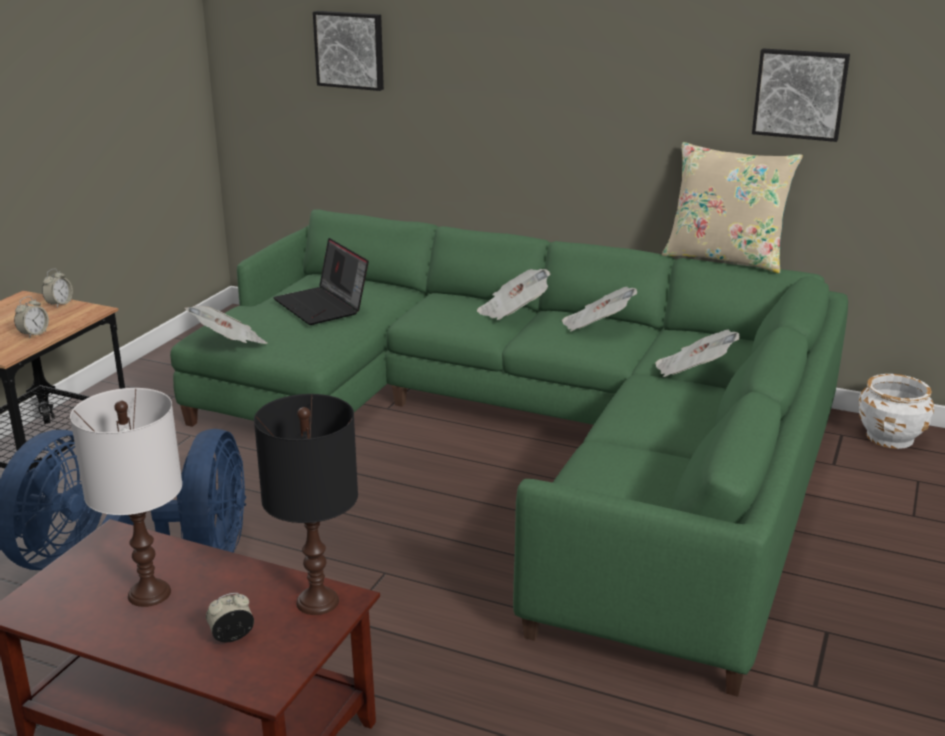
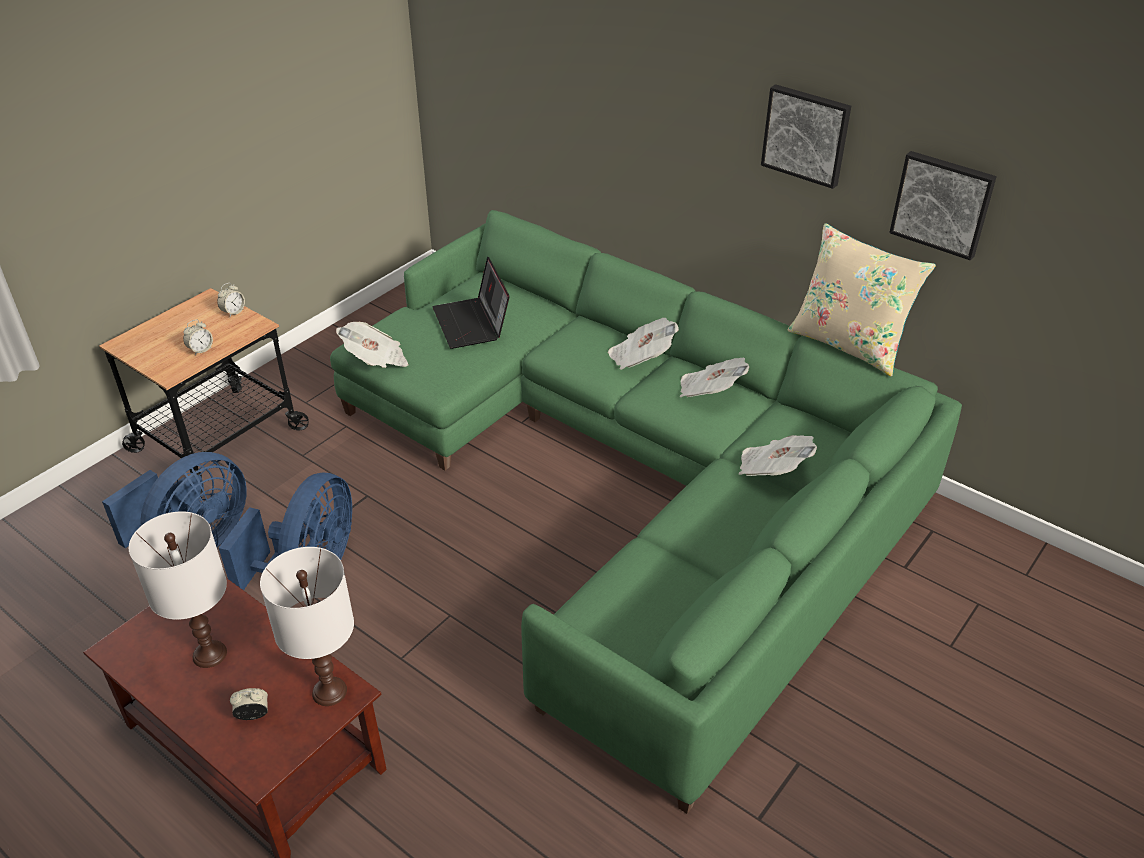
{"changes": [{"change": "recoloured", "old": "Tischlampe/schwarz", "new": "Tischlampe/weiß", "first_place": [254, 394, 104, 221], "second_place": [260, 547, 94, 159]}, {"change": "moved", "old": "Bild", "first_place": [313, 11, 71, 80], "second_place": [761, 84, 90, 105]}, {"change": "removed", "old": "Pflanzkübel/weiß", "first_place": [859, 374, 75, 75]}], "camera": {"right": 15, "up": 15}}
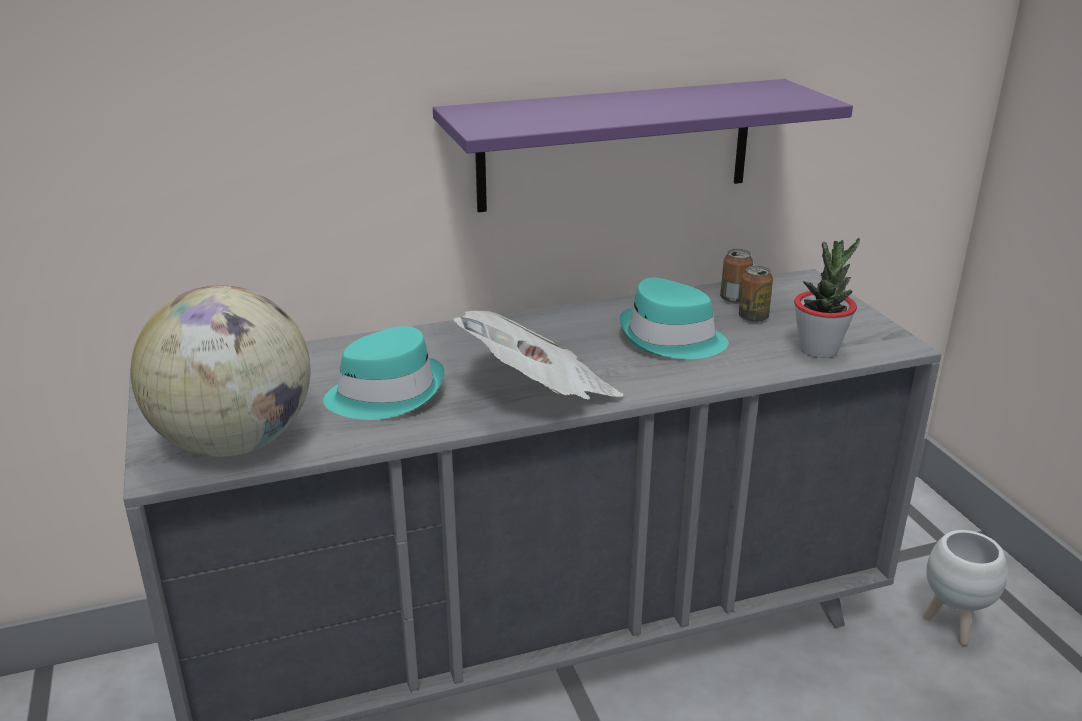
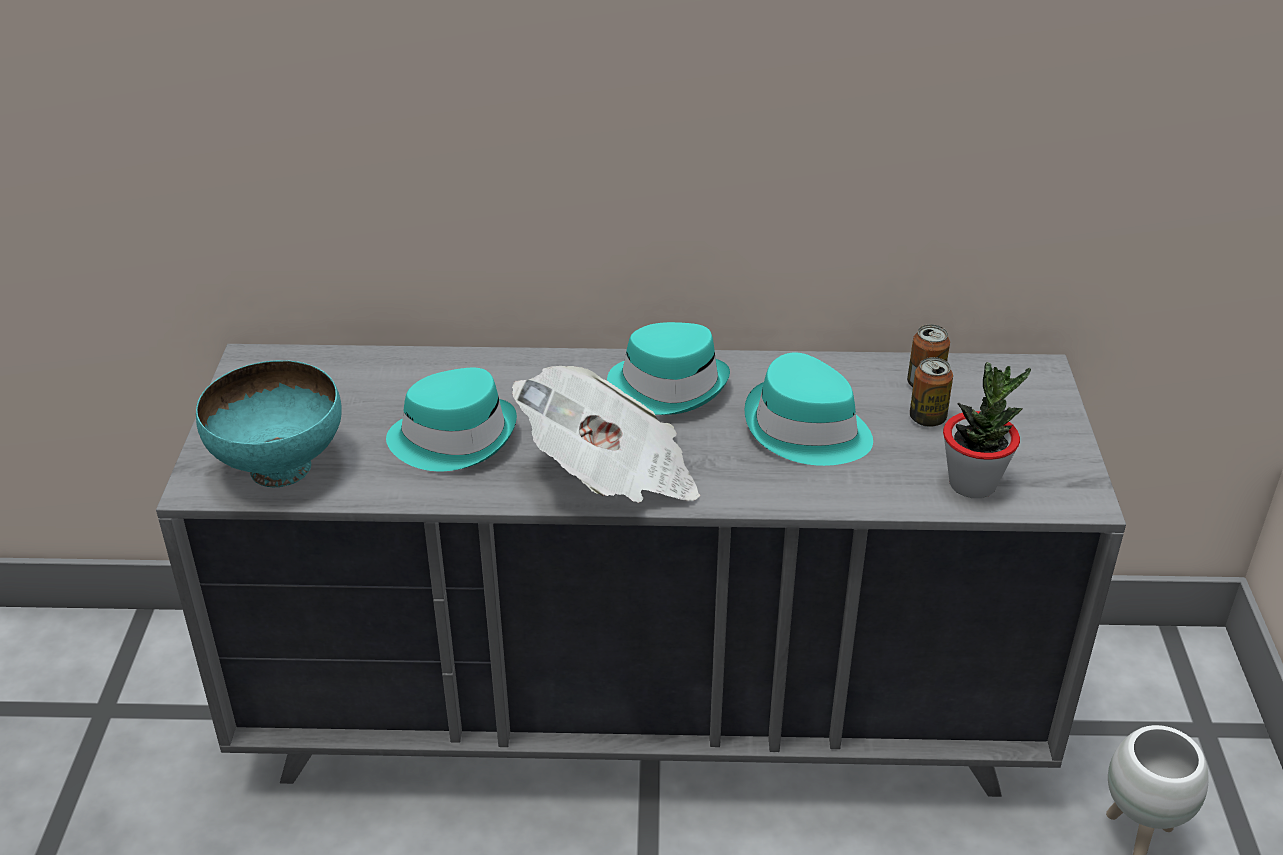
{"changes": [{"change": "replaced", "old": "Globus", "new": "Schüssel/türkis", "first_place": [131, 285, 179, 172], "second_place": [196, 360, 146, 127]}, {"change": "added", "new": "Hut/türkis", "second_place": [607, 322, 123, 93]}, {"change": "removed", "old": "Wandregal/lila", "first_place": [433, 79, 420, 133]}], "camera": {"right": 20, "up": 10}}
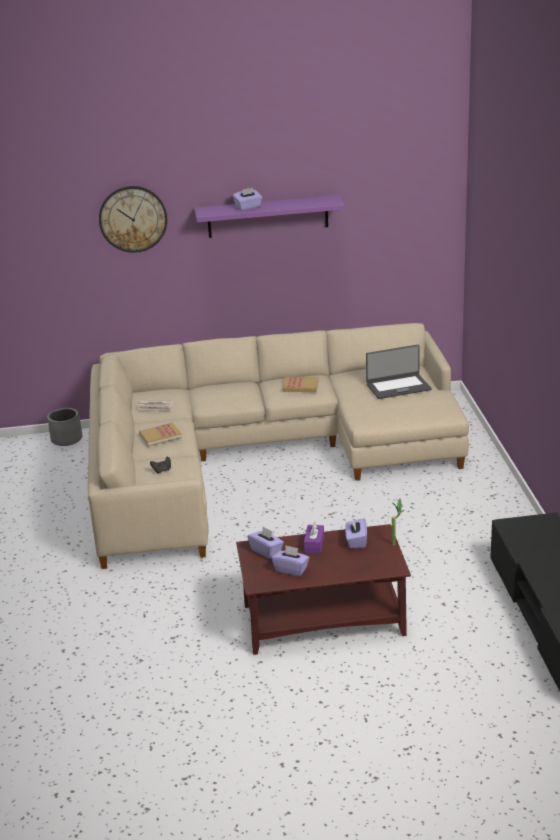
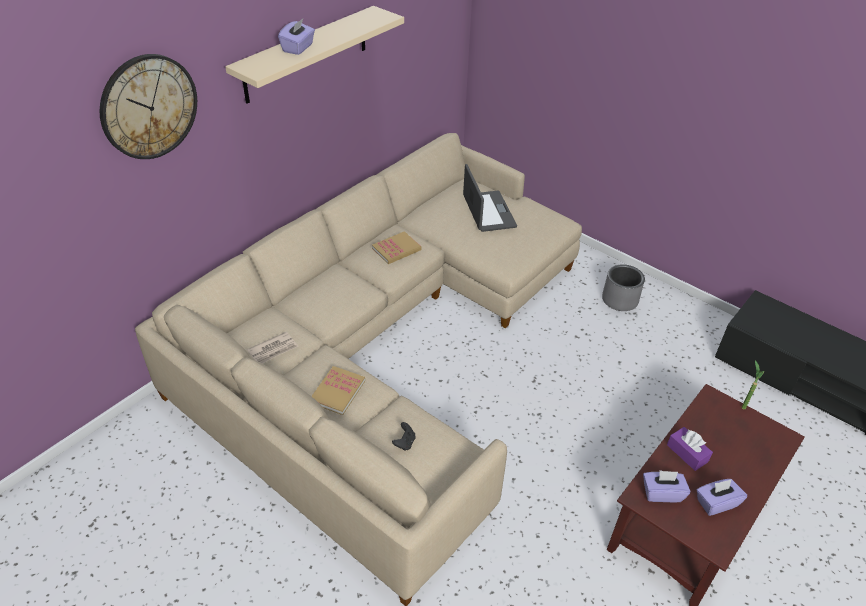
{"changes": [{"change": "recoloured", "old": "Wandregal/lila", "new": "Wandregal/beige", "first_place": [194, 195, 151, 43], "second_place": [225, 6, 179, 98]}, {"change": "turned", "old": "Laptop", "first_place": [366, 345, 65, 54], "second_place": [463, 164, 54, 68], "degrees": -45}, {"change": "moved", "old": "Pflanzkübel/grau", "first_place": [47, 408, 35, 38], "second_place": [602, 264, 43, 47]}, {"change": "removed", "old": "Taschentuchbox/lila", "first_place": [345, 518, 22, 31]}], "camera": {"right": -45, "up": 15}}
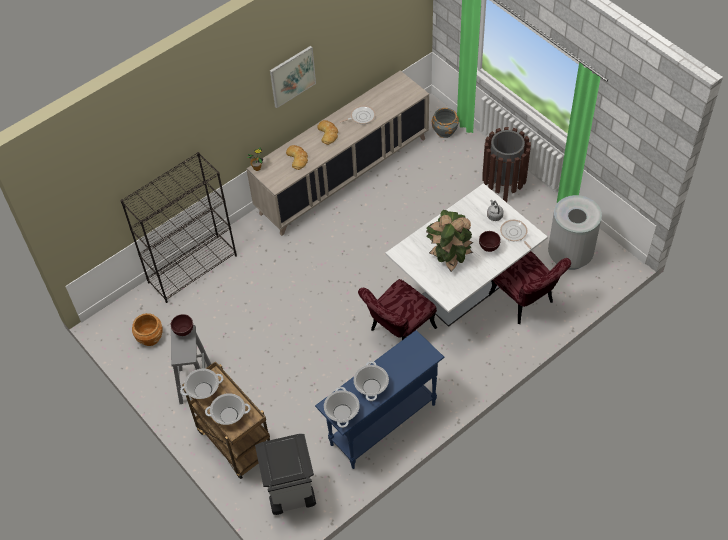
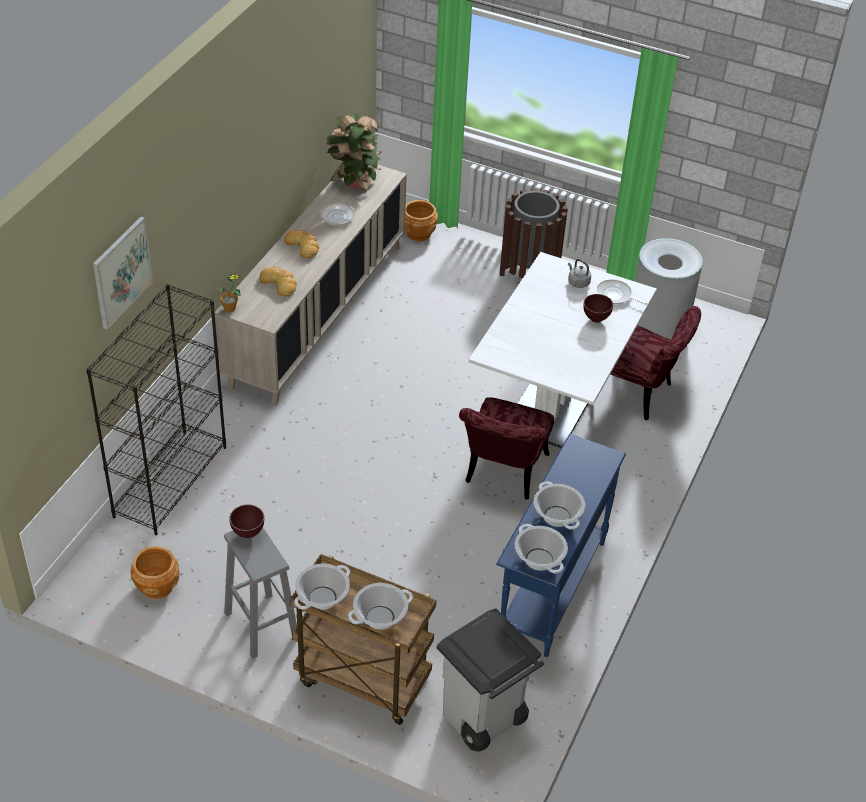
{"changes": [{"change": "moved", "old": "Bild", "first_place": [270, 46, 46, 62], "second_place": [93, 217, 60, 112]}, {"change": "moved", "old": "Topfpflanze", "first_place": [426, 210, 48, 62], "second_place": [326, 114, 55, 78]}, {"change": "recoloured", "old": "Pflanzkübel/grau", "new": "Pflanzkübel/braun", "first_place": [432, 108, 27, 30], "second_place": [405, 200, 33, 41]}], "camera": {"right": -30, "up": -10}}
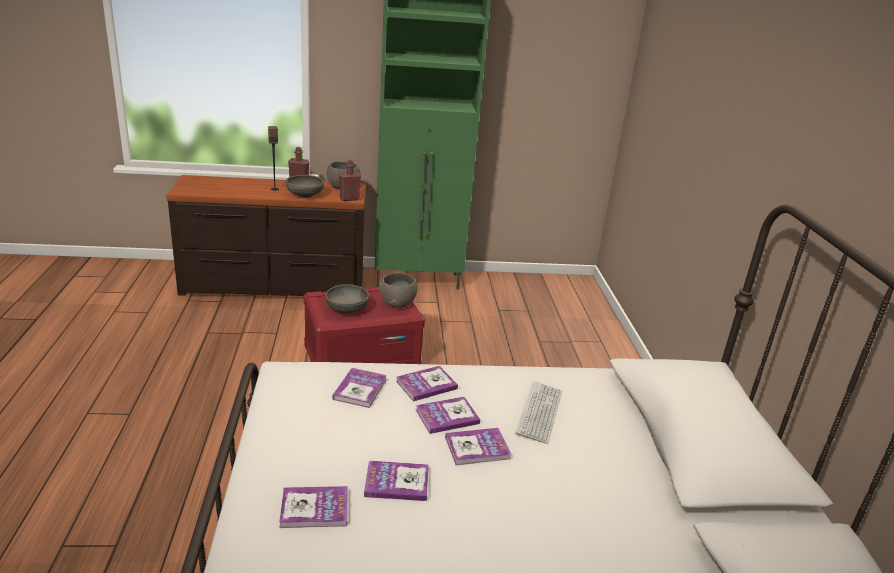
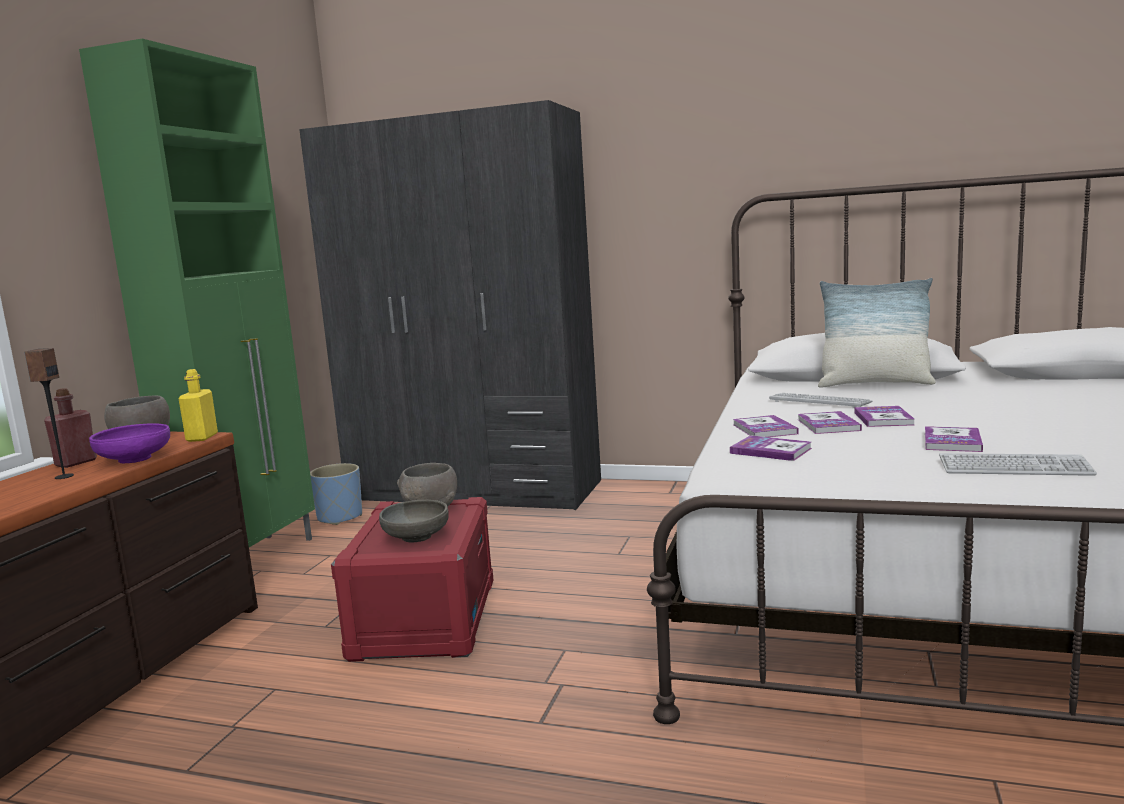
{"changes": [{"change": "recoloured", "old": "Schüssel/grau", "new": "Schüssel/lila", "first_place": [286, 175, 38, 23], "second_place": [89, 423, 81, 40]}, {"change": "recoloured", "old": "Flasche/rot", "new": "Flasche/gelb", "first_place": [339, 160, 22, 41], "second_place": [178, 369, 40, 73]}, {"change": "added", "new": "Kleiderschrank/grau", "second_place": [299, 100, 302, 410]}, {"change": "added", "new": "Pflanzkübel/blau", "second_place": [310, 463, 52, 62]}, {"change": "added", "new": "Kissen", "second_place": [818, 278, 118, 110]}, {"change": "replaced", "old": "Buch", "new": "Tastatur", "first_place": [279, 486, 69, 42], "second_place": [939, 453, 158, 23]}], "camera": {"right": -65, "up": -15}}
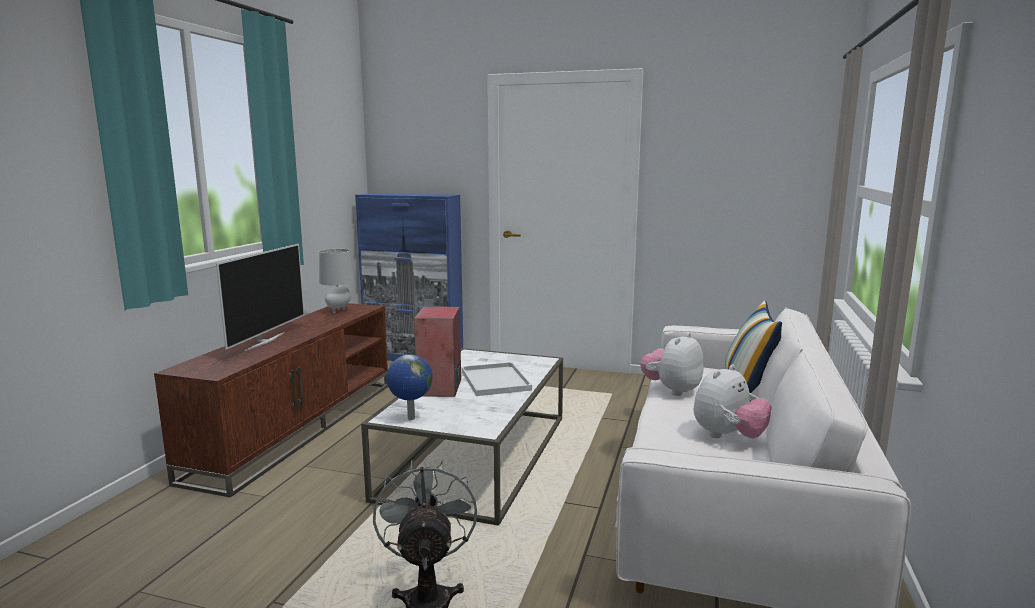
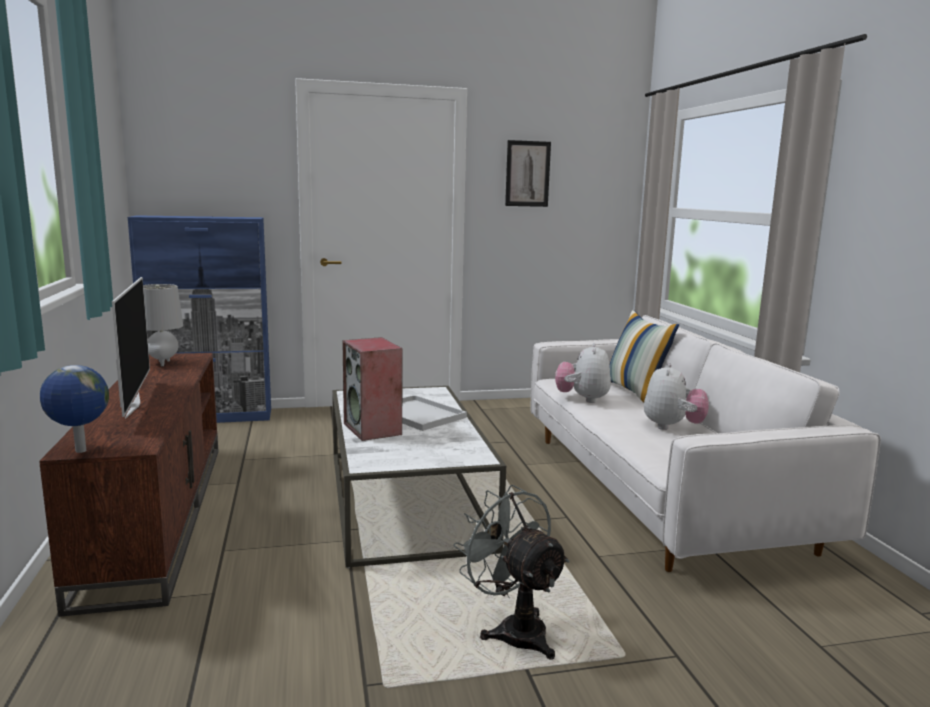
{"changes": [{"change": "moved", "old": "Globus", "first_place": [386, 355, 47, 65], "second_place": [40, 365, 69, 88]}, {"change": "added", "new": "Bild", "second_place": [505, 140, 46, 67]}], "camera": {"right": -30, "up": 0}}
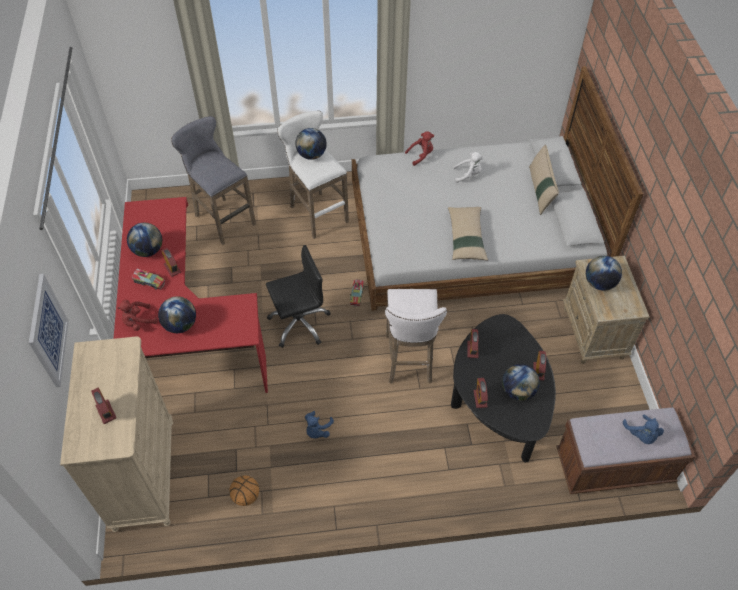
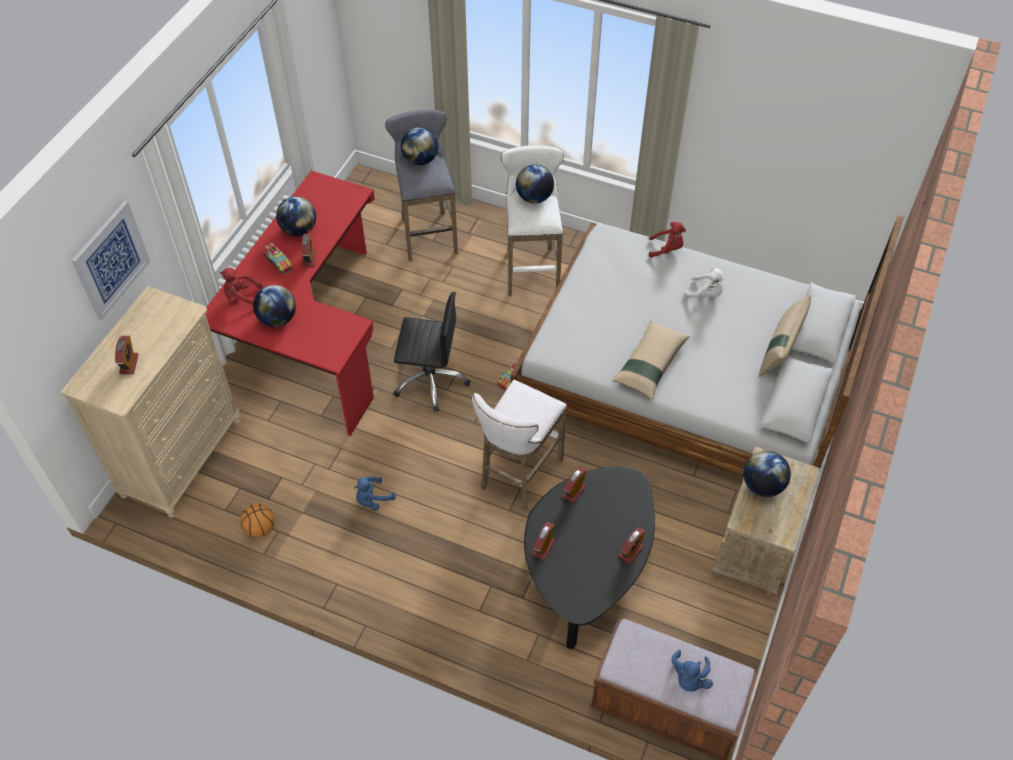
{"changes": [{"change": "moved", "old": "Globus", "first_place": [502, 364, 38, 37], "second_place": [401, 127, 37, 38]}], "camera": {"right": 30, "up": 0}}
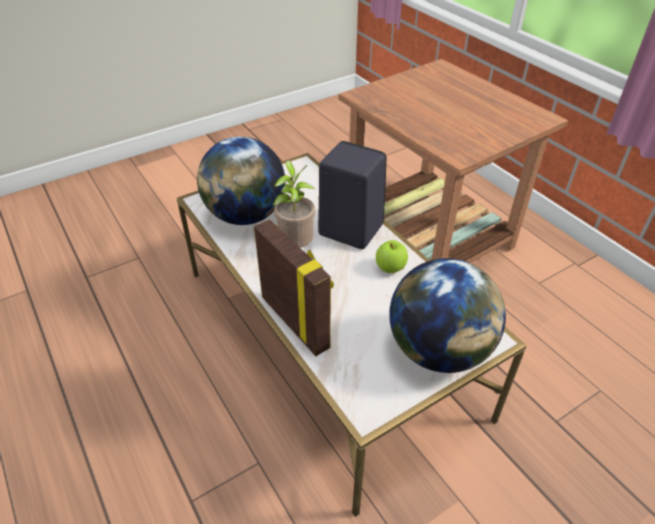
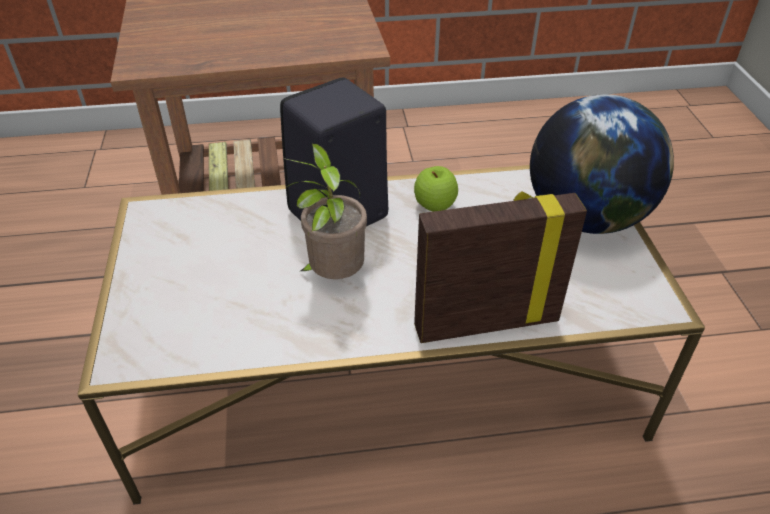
{"changes": [{"change": "removed", "old": "Globus", "first_place": [197, 136, 88, 89]}], "camera": {"right": -65, "up": 0}}
